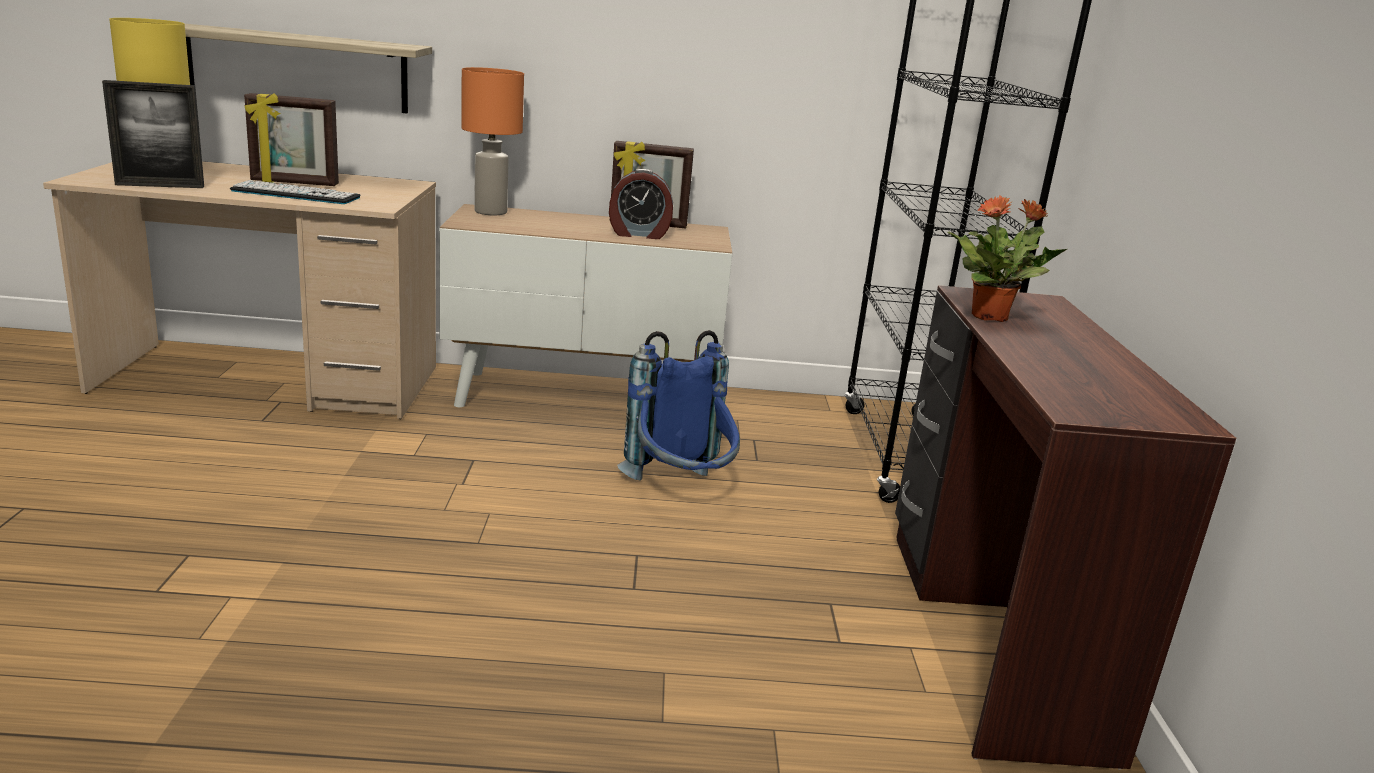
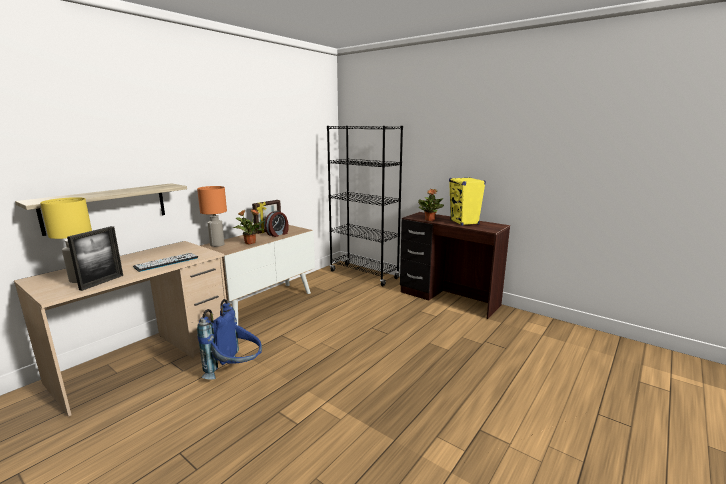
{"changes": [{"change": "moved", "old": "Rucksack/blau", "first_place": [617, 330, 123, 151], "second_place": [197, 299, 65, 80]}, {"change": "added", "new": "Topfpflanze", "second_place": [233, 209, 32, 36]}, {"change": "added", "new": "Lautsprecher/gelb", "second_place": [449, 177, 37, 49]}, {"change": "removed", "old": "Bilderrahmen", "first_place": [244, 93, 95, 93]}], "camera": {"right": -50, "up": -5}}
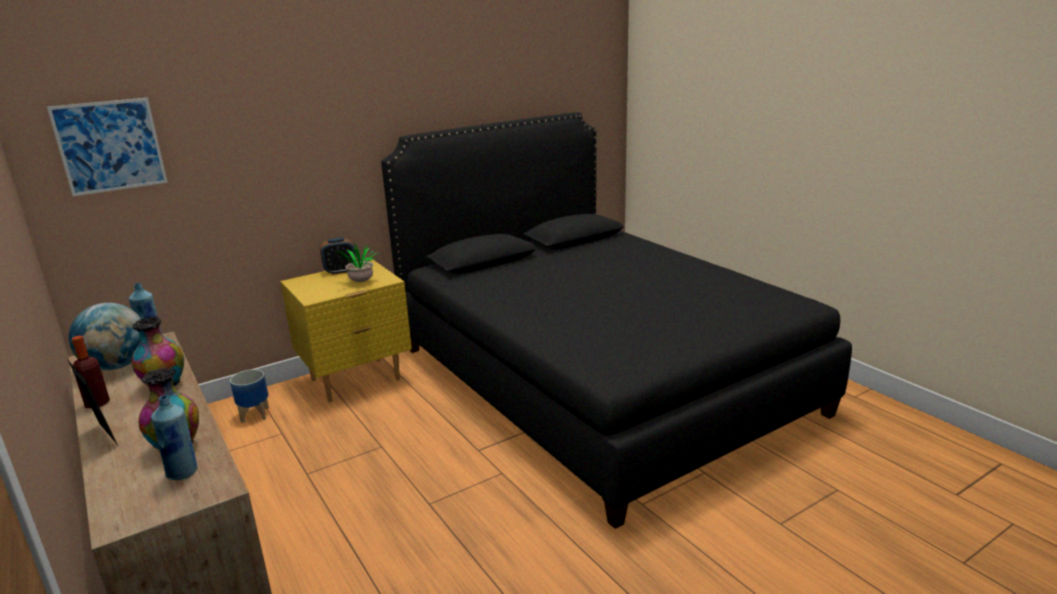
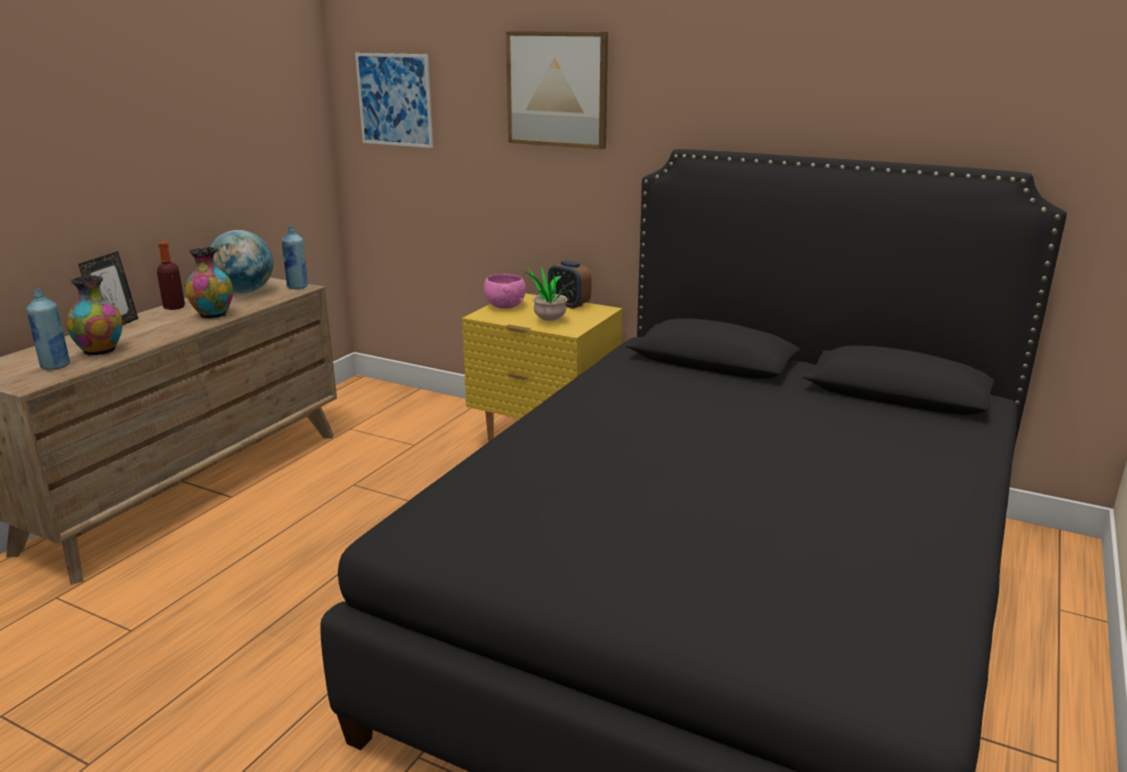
{"changes": [{"change": "added", "new": "Schüssel/rosa", "second_place": [484, 274, 42, 35]}, {"change": "added", "new": "Bild", "second_place": [506, 31, 102, 118]}, {"change": "removed", "old": "Pflanzkübel", "first_place": [230, 369, 39, 54]}], "camera": {"right": 60, "up": 0}}
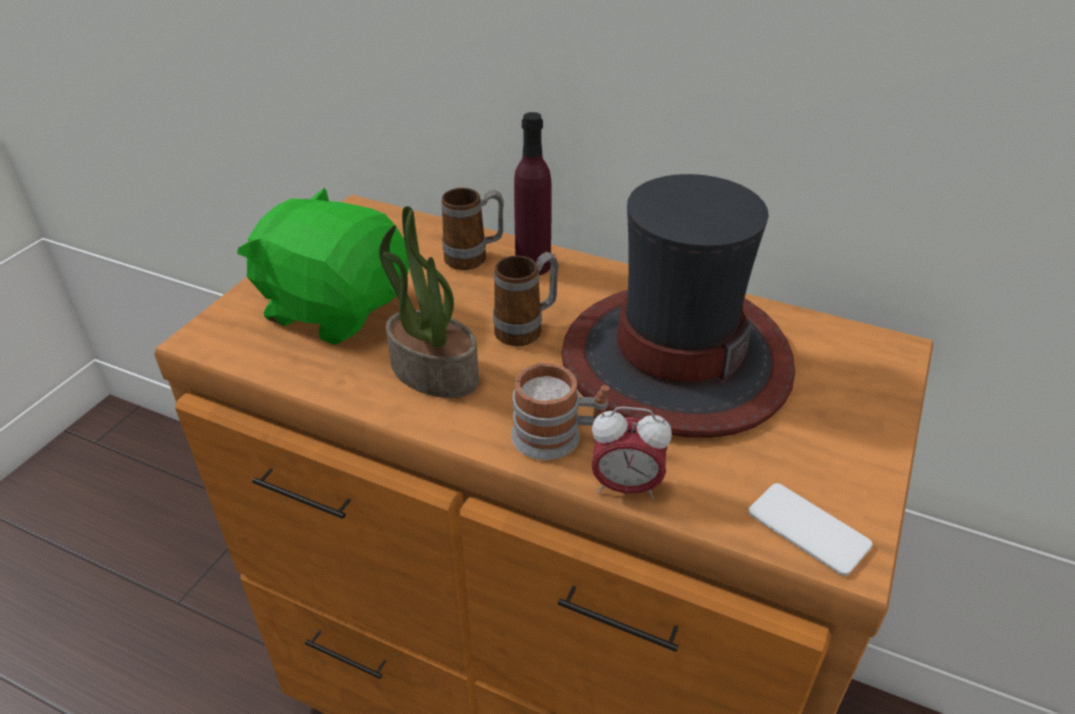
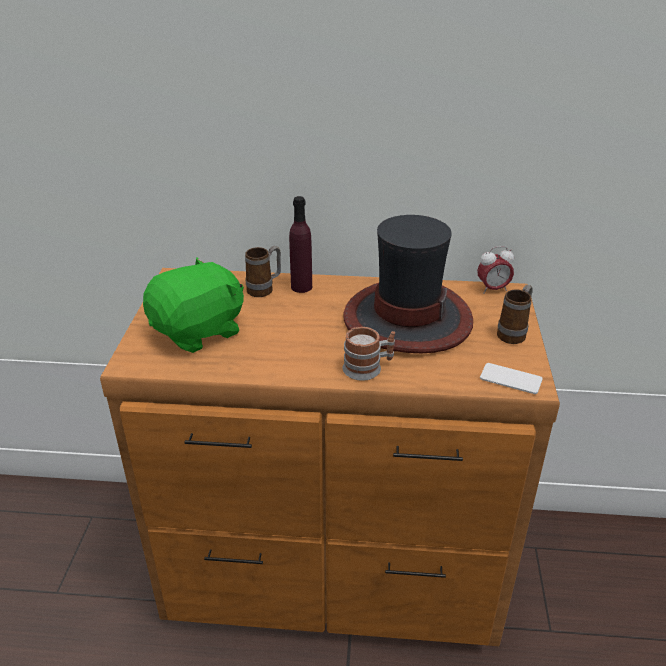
{"changes": [{"change": "turned", "old": "Plüschtier/grün", "first_place": [237, 188, 172, 157], "second_place": [143, 257, 101, 96], "degrees": 135}, {"change": "moved", "old": "Wecker", "first_place": [591, 406, 81, 93], "second_place": [477, 246, 37, 48]}, {"change": "moved", "old": "Henkelbecher", "first_place": [493, 252, 66, 94], "second_place": [497, 285, 36, 59]}, {"change": "removed", "old": "Topfpflanze", "first_place": [379, 206, 100, 192]}], "camera": {"right": -20, "up": -5}}
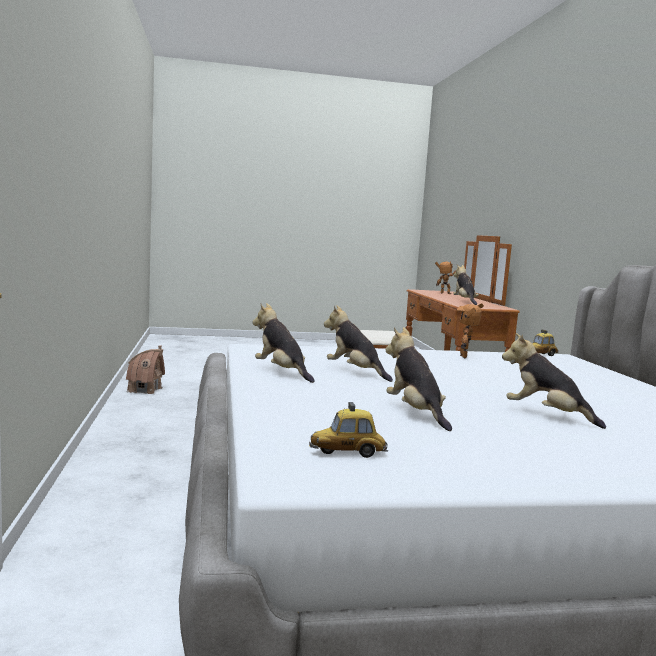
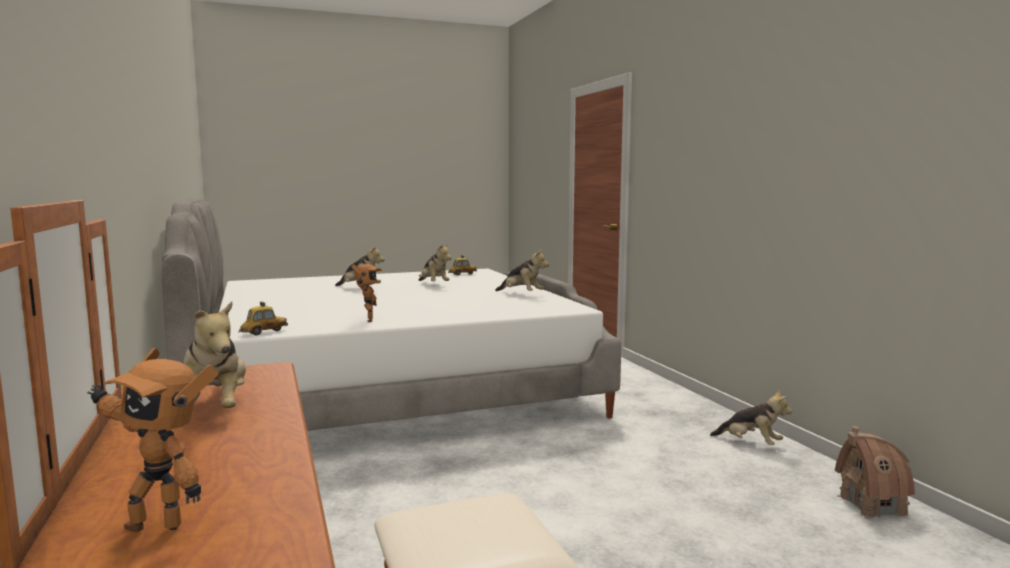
{"changes": [{"change": "moved", "old": "Plüschtier", "first_place": [324, 305, 69, 77], "second_place": [710, 389, 82, 56]}], "camera": {"right": 170, "up": 0}}
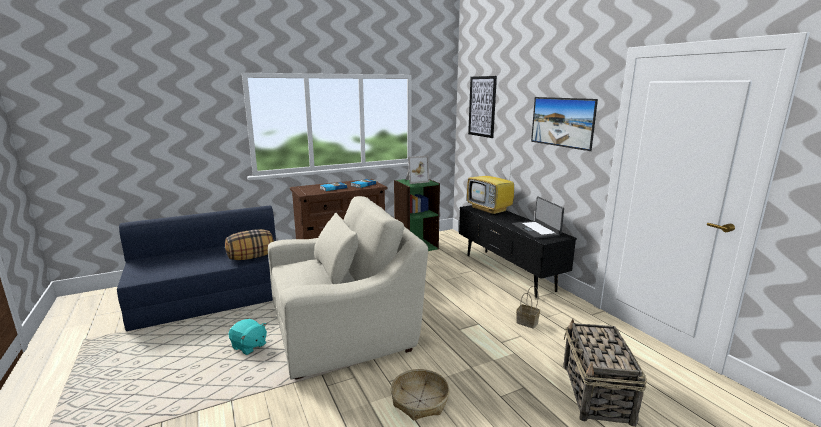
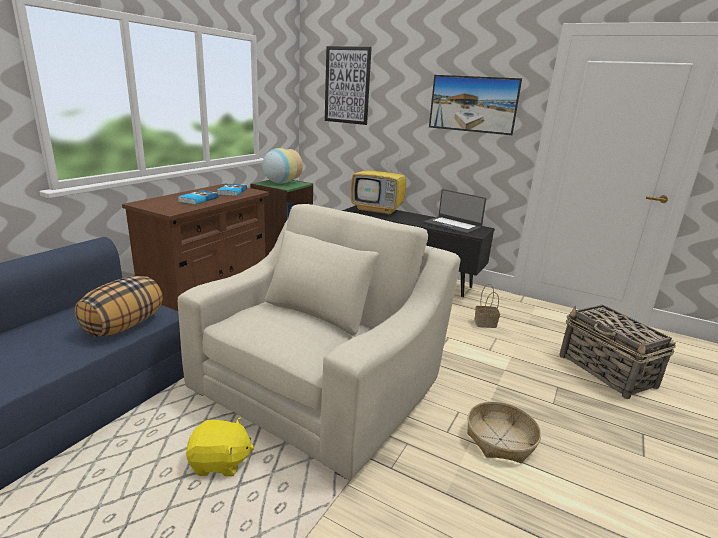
{"changes": [{"change": "recoloured", "old": "Plüschtier/türkis", "new": "Plüschtier/gelb", "first_place": [228, 319, 39, 36], "second_place": [186, 417, 68, 59]}, {"change": "replaced", "old": "Bilderrahmen", "new": "Vase", "first_place": [406, 156, 24, 28], "second_place": [262, 148, 41, 36]}], "camera": {"right": -35, "up": 5}}
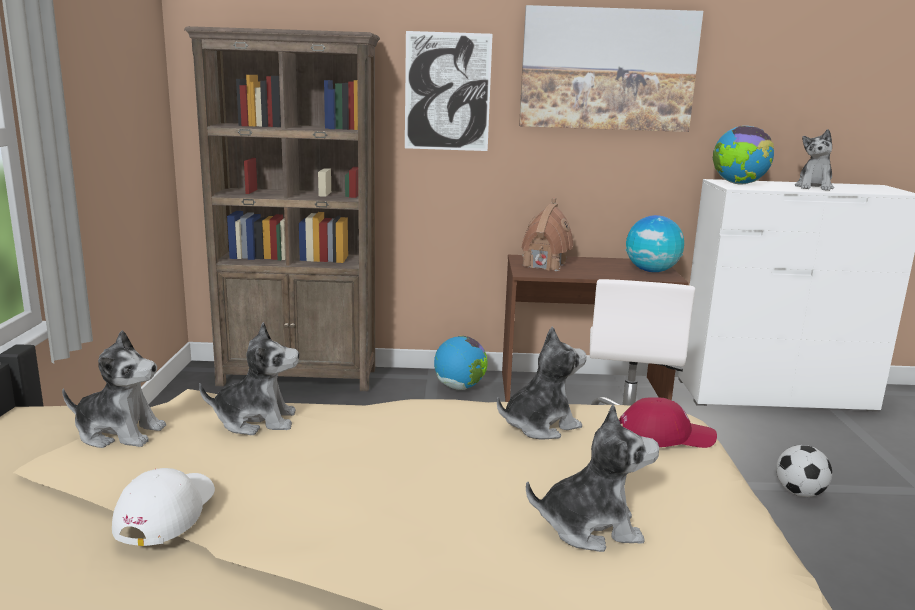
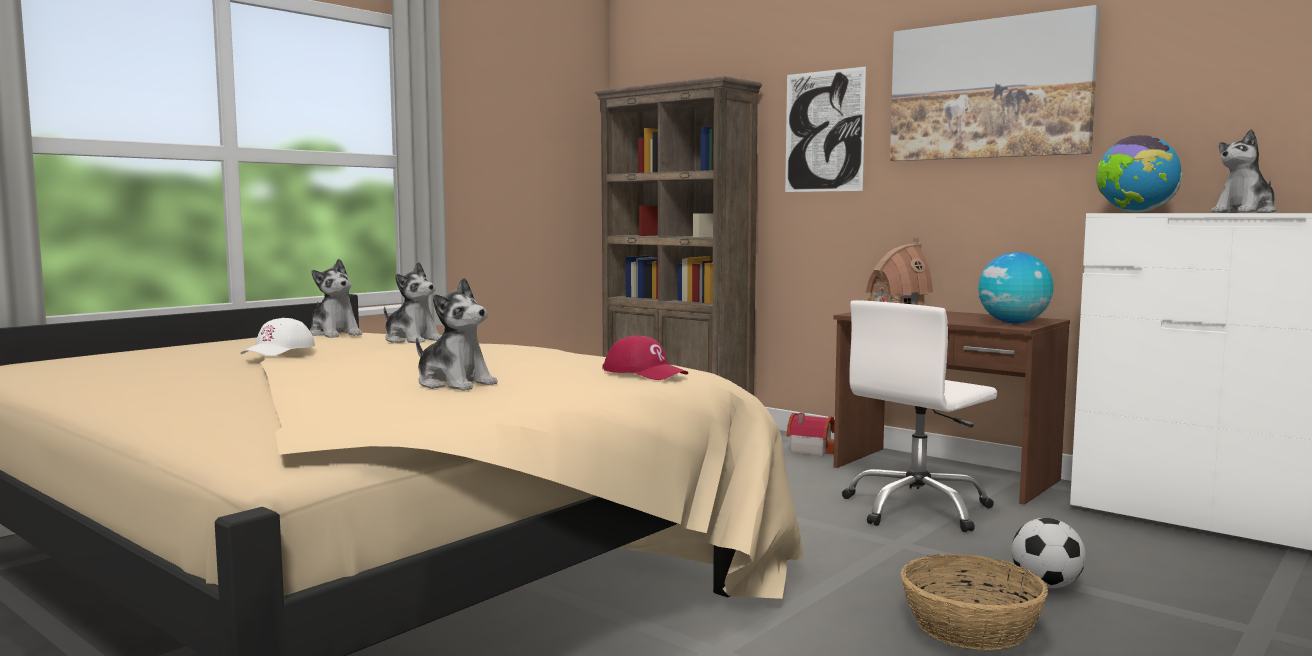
{"changes": [{"change": "turned", "old": "Kappe/weiß", "first_place": [112, 468, 103, 78], "second_place": [240, 318, 75, 38], "degrees": 150}, {"change": "replaced", "old": "Globus", "new": "Spielzeughaus", "first_place": [434, 336, 54, 54], "second_place": [787, 412, 48, 44]}, {"change": "added", "new": "Korb", "second_place": [901, 554, 147, 96]}, {"change": "removed", "old": "Plüschtier", "first_place": [497, 327, 90, 113]}], "camera": {"right": 40, "up": -10}}
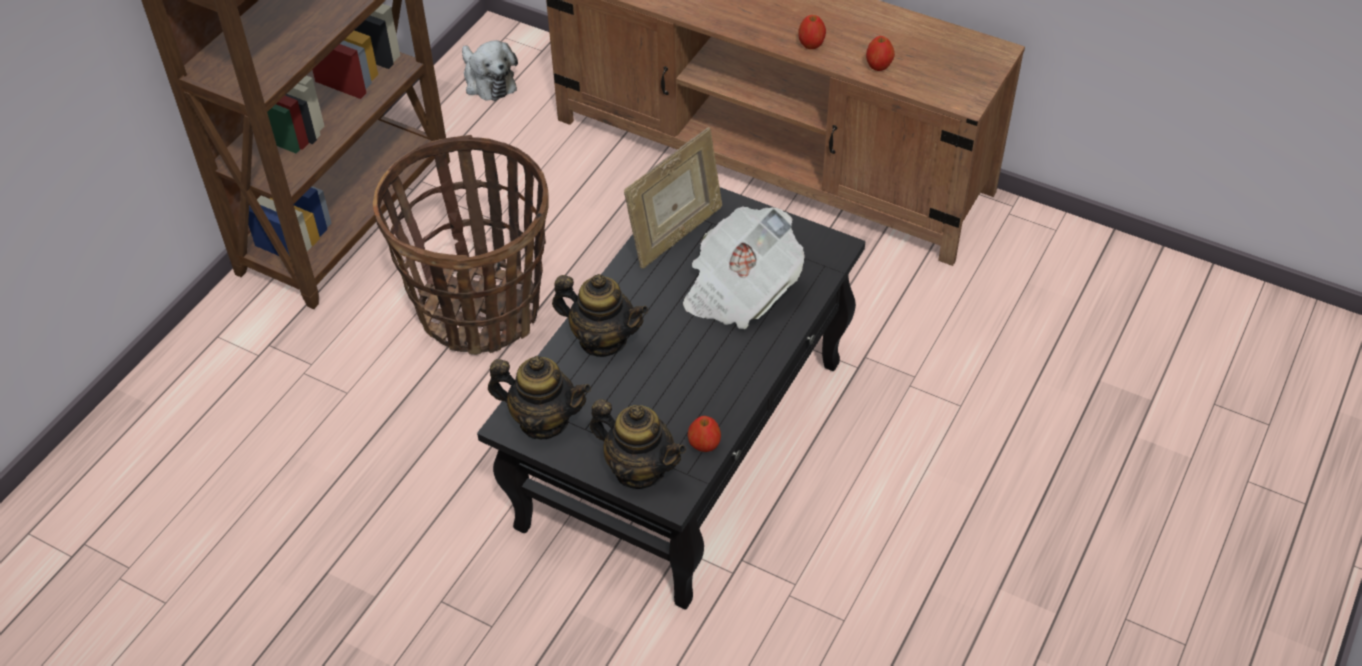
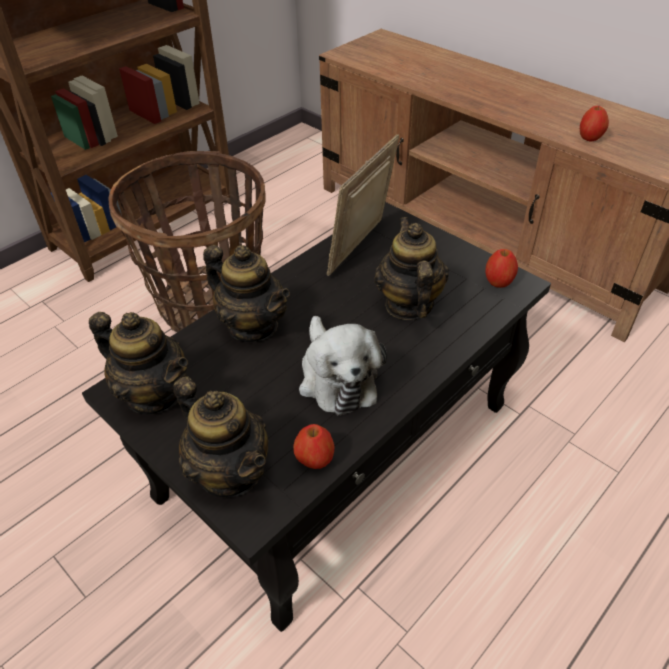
{"changes": [{"change": "moved", "old": "Plüschtier", "first_place": [462, 40, 56, 61], "second_place": [299, 316, 88, 100]}, {"change": "turned", "old": "Bilderrahmen", "first_place": [624, 127, 98, 142], "second_place": [327, 134, 72, 142], "degrees": 150}, {"change": "replaced", "old": "Zeitung", "new": "Teekanne", "first_place": [683, 206, 121, 123], "second_place": [374, 217, 75, 103]}, {"change": "moved", "old": "Apfel", "first_place": [798, 15, 28, 34], "second_place": [485, 249, 33, 39]}], "camera": {"right": 15, "up": -5}}
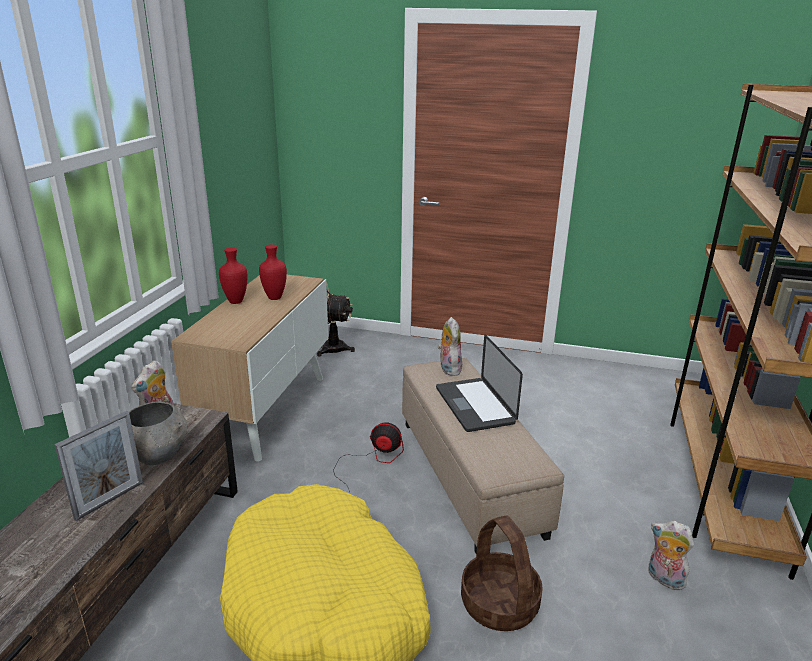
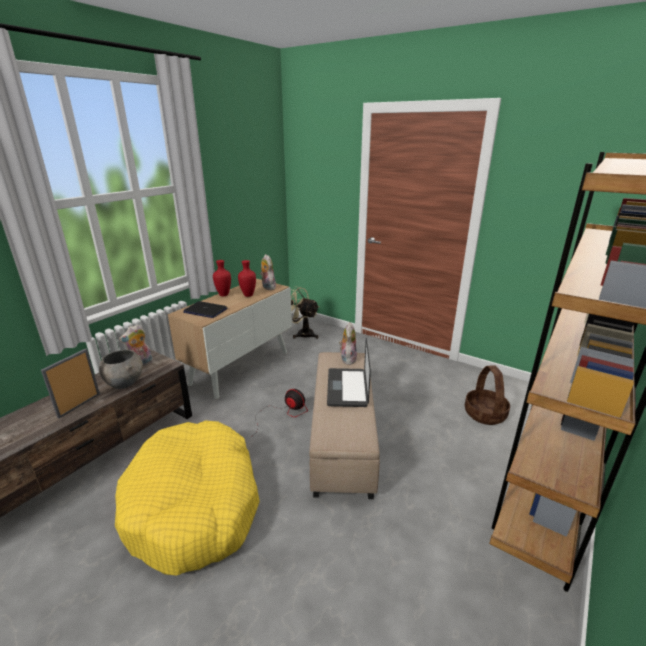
{"changes": [{"change": "turned", "old": "Bilderrahmen", "first_place": [54, 411, 89, 110], "second_place": [41, 348, 59, 70], "degrees": 150}, {"change": "added", "new": "Laptop", "second_place": [183, 301, 44, 17]}, {"change": "moved", "old": "Plüschtier", "first_place": [648, 520, 46, 70], "second_place": [260, 254, 16, 36]}, {"change": "moved", "old": "Korb", "first_place": [461, 515, 82, 116], "second_place": [465, 365, 45, 60]}], "camera": {"right": 20, "up": 0}}
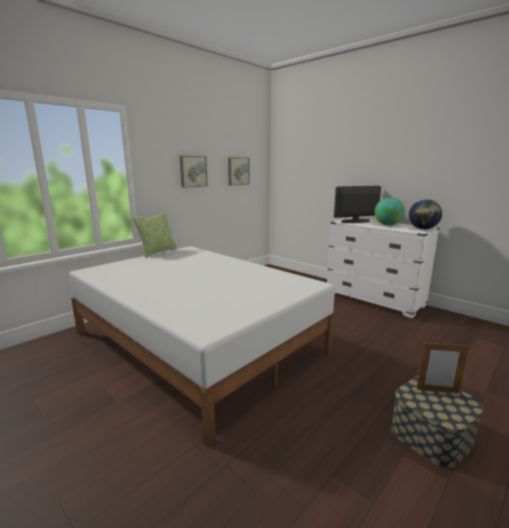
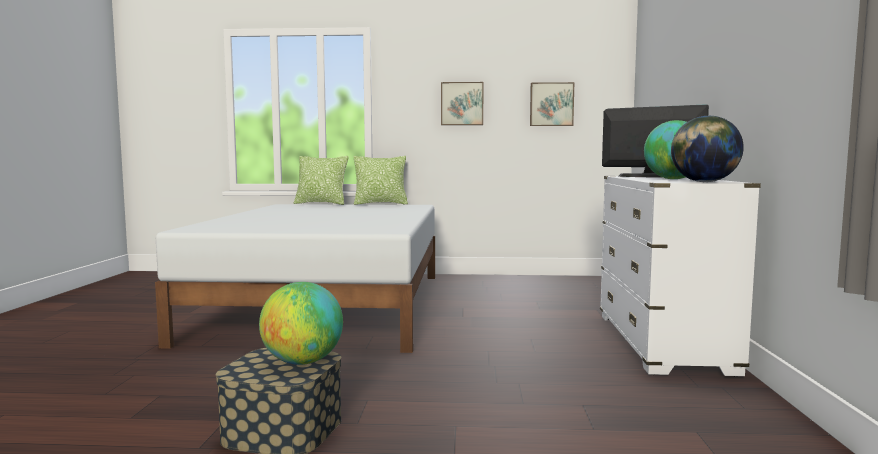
{"changes": [{"change": "replaced", "old": "Bilderrahmen", "new": "Globus", "first_place": [417, 341, 52, 52], "second_place": [259, 282, 84, 83]}, {"change": "added", "new": "Kissen", "second_place": [294, 156, 55, 49]}], "camera": {"right": 50, "up": -10}}
